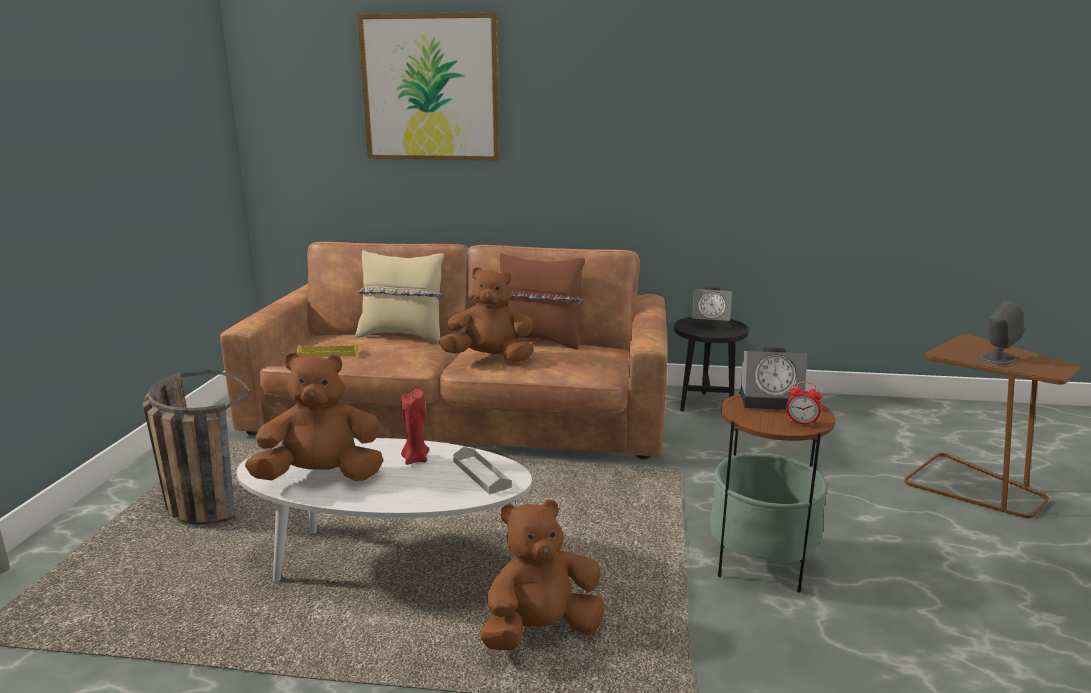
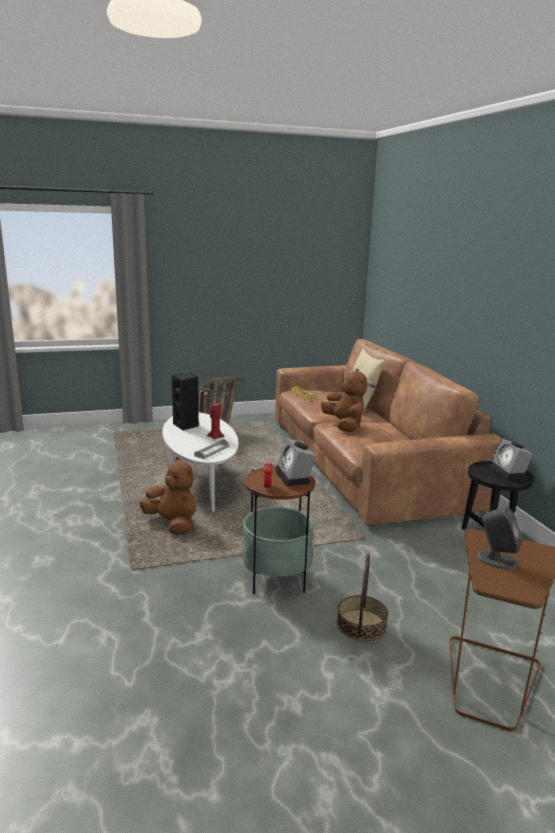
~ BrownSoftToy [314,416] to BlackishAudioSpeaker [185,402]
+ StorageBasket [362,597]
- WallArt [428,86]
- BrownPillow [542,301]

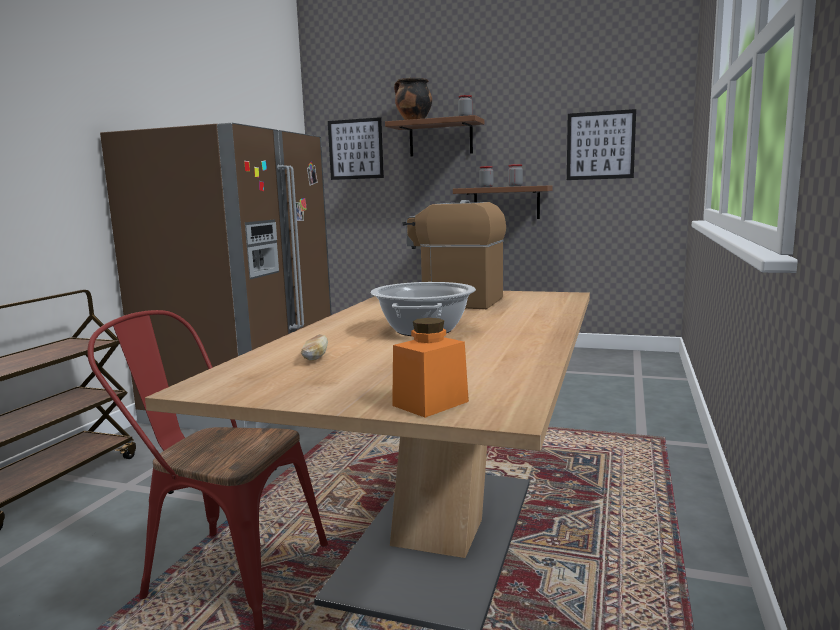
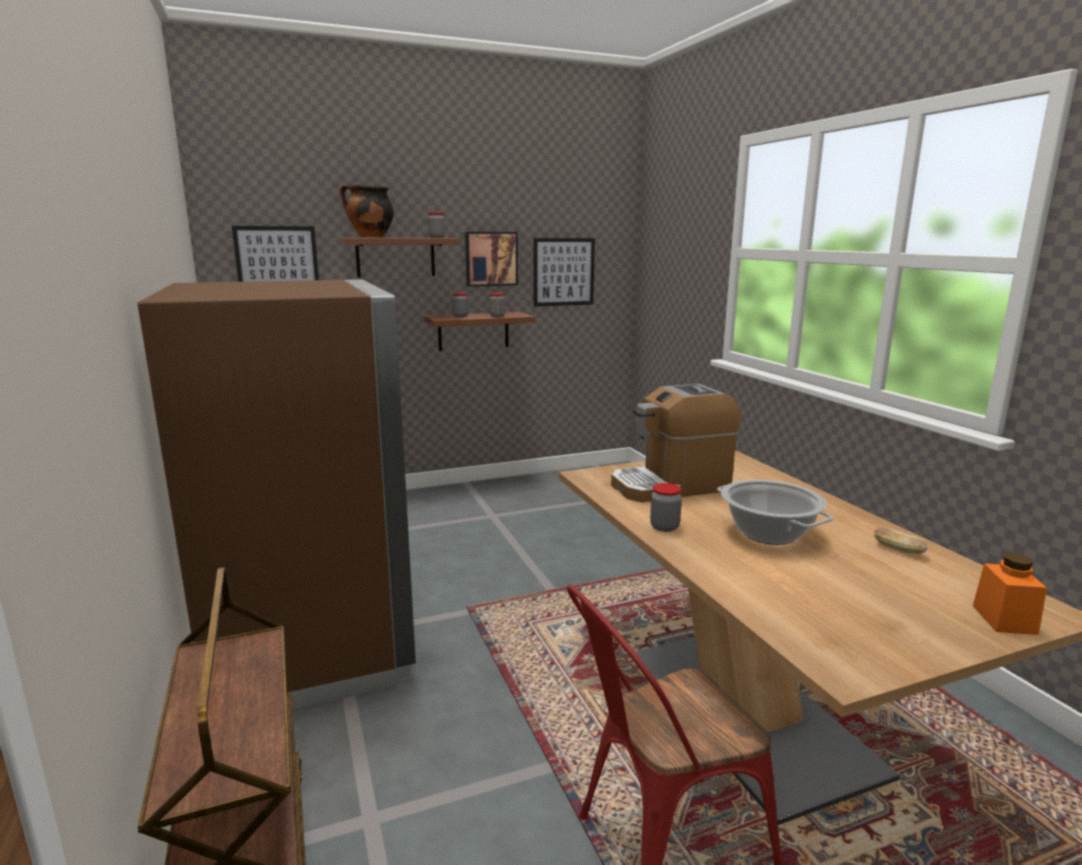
+ WallArt [491,259]
+ Jar [666,507]
~ Bread [314,347] to [901,541]

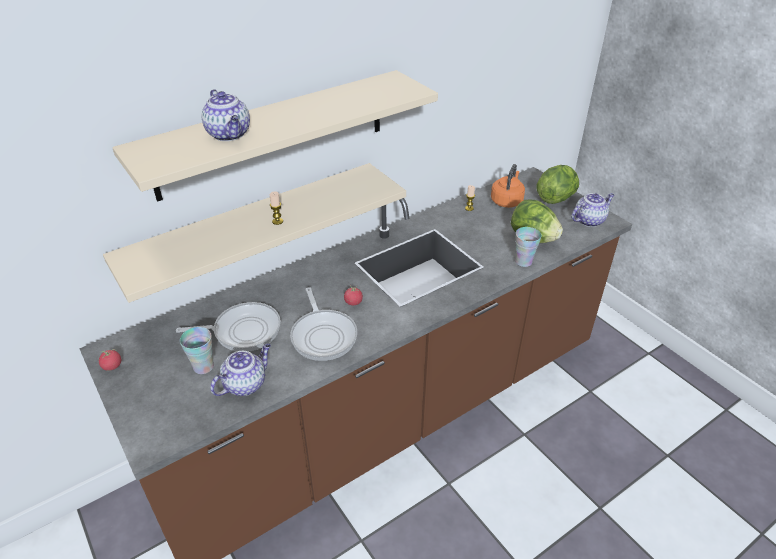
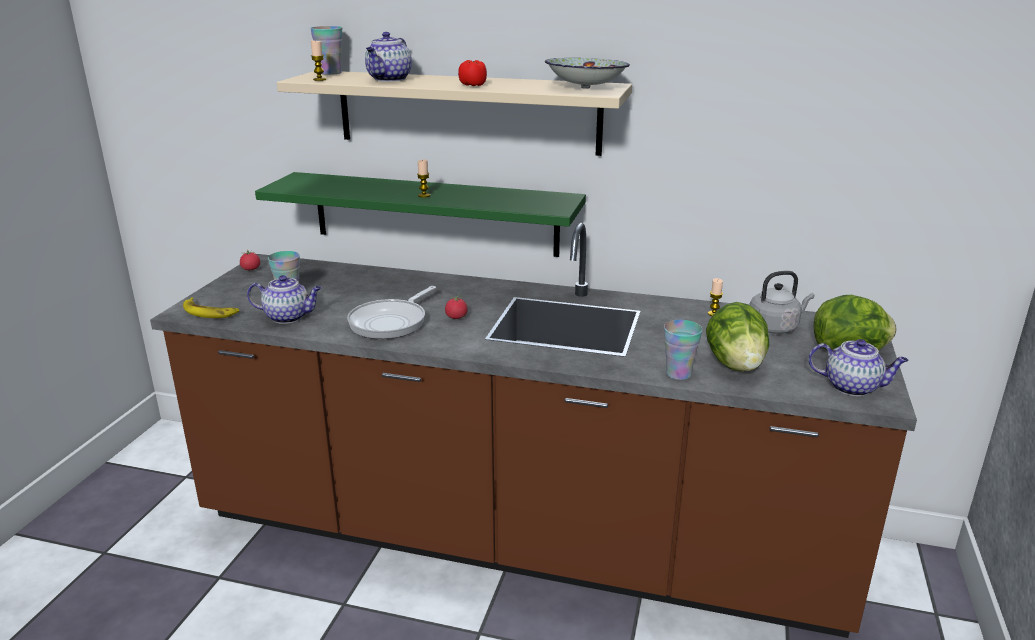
+ BananaFruit [211,308]
~ SandColouredWallShelf [254,233] to GreenColouredWallShelf [420,214]
+ SmallCup [326,50]
+ WaxCandle [318,61]
+ FreshTomato [472,73]
+ ServingBowl [587,73]
~ OrangeTeaKettle [508,186] to GrayTeaKettle [782,302]
- Skillet [228,327]

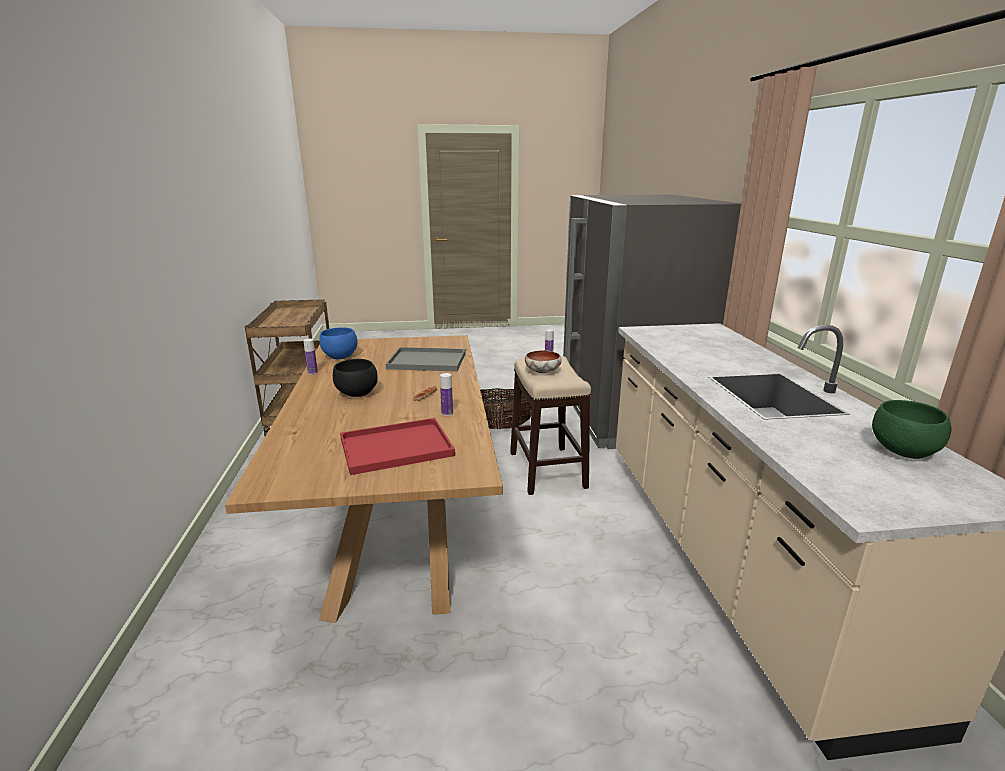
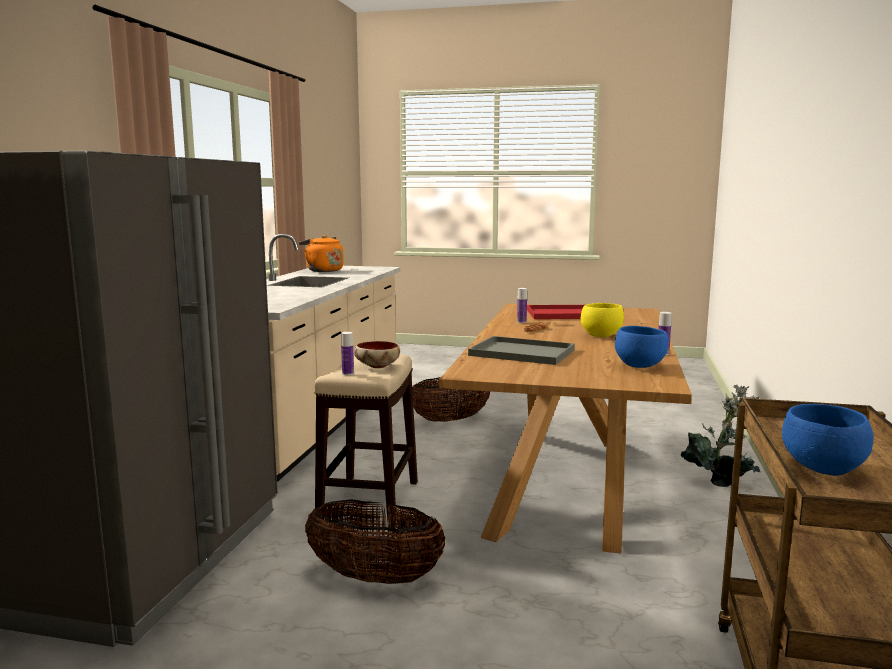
~ GreenColouredServingBowl [911,429] to OrangeTeaKettle [321,253]
+ StorageBasket [451,399]
~ BlackishServingBowl [355,378] to YellowColouredServingBowl [602,320]
+ Houseplant [720,436]
+ BluishServingBowl [828,440]

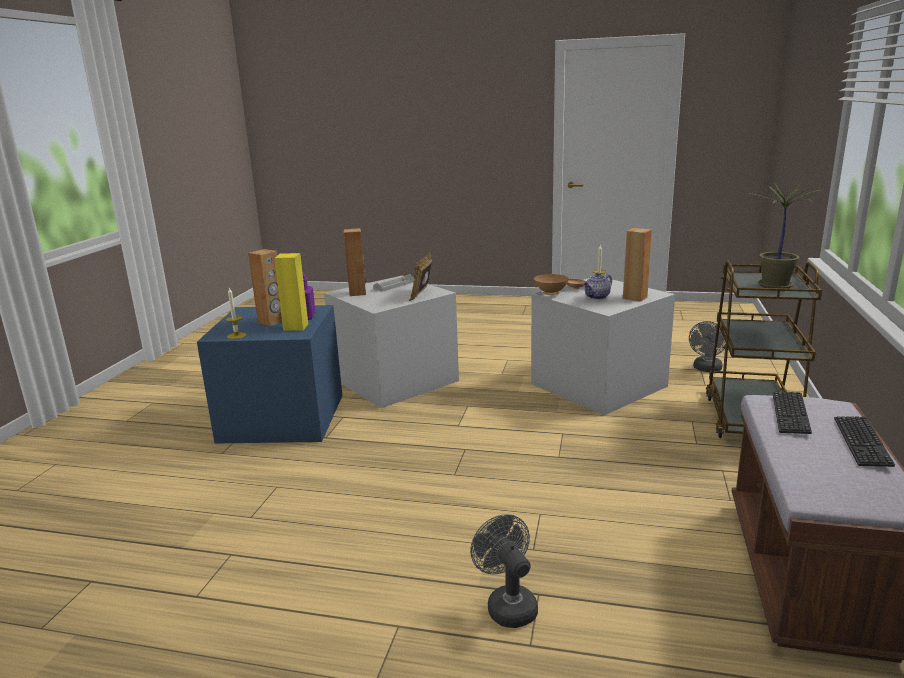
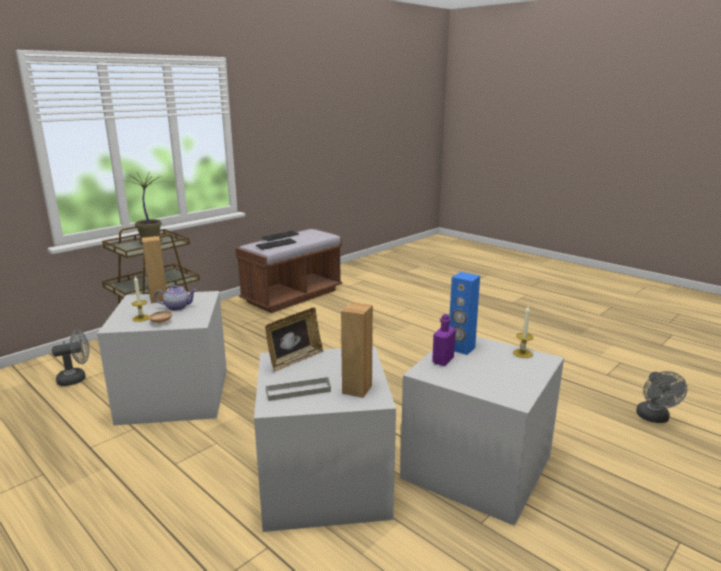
~ BluishStorageContainer [269,374] to GrayStorageContainer [482,431]
~ YellowColouredAudioSpeaker [291,292] to BluishAudioSpeaker [464,313]
~ GrayCoolingFan [504,571] to [662,397]
- BrownAudioSpeaker [265,287]
- BrownServingBowl [551,284]

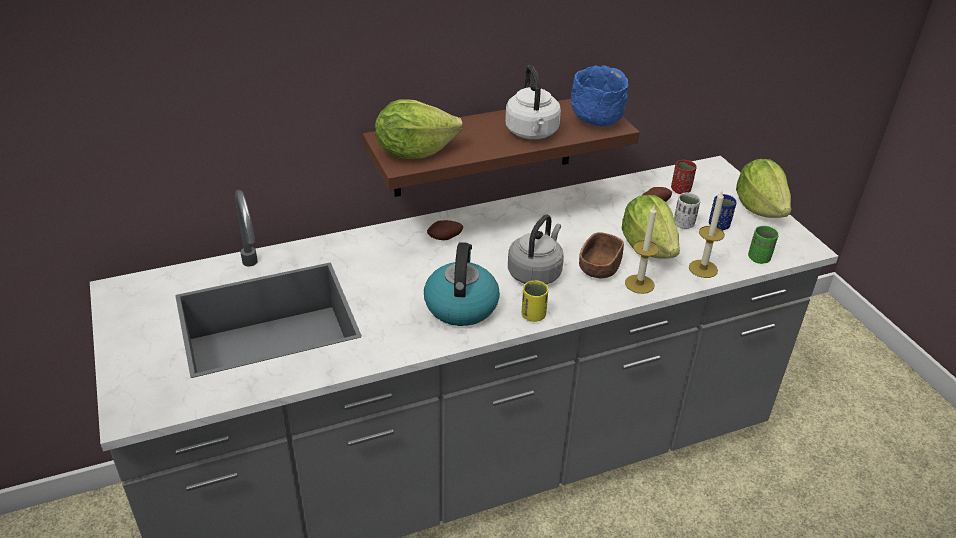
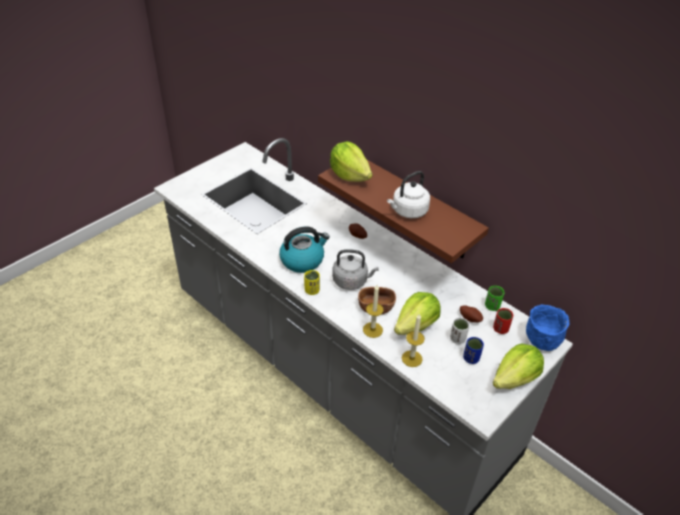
~ GreenColouredSmallCup [763,245] to [494,298]
~ BluishServingBowl [599,95] to [548,328]

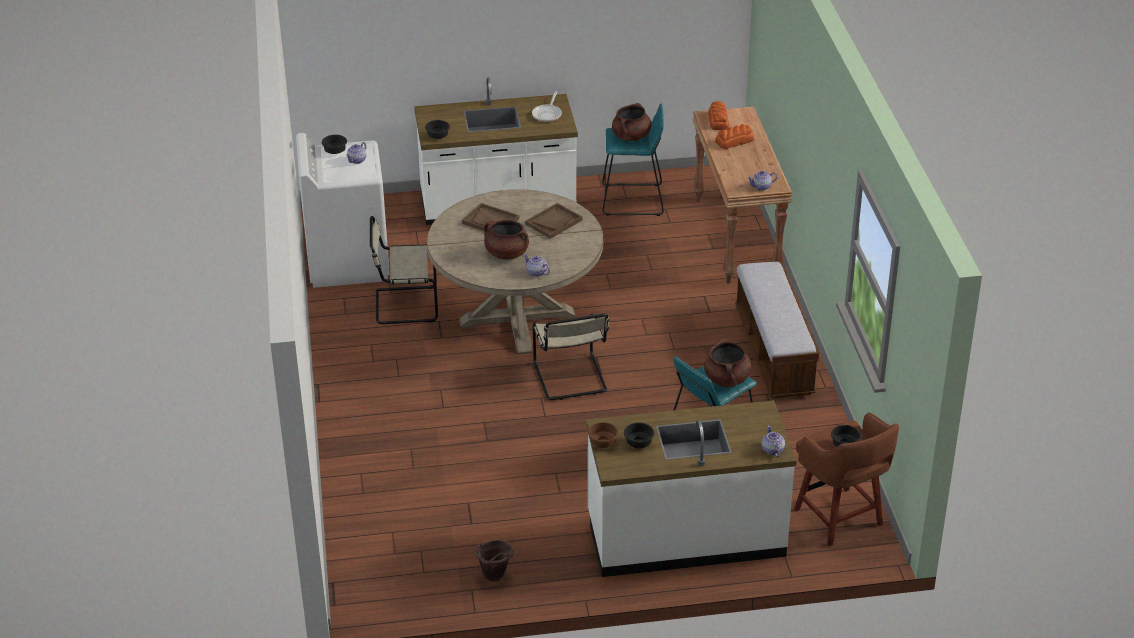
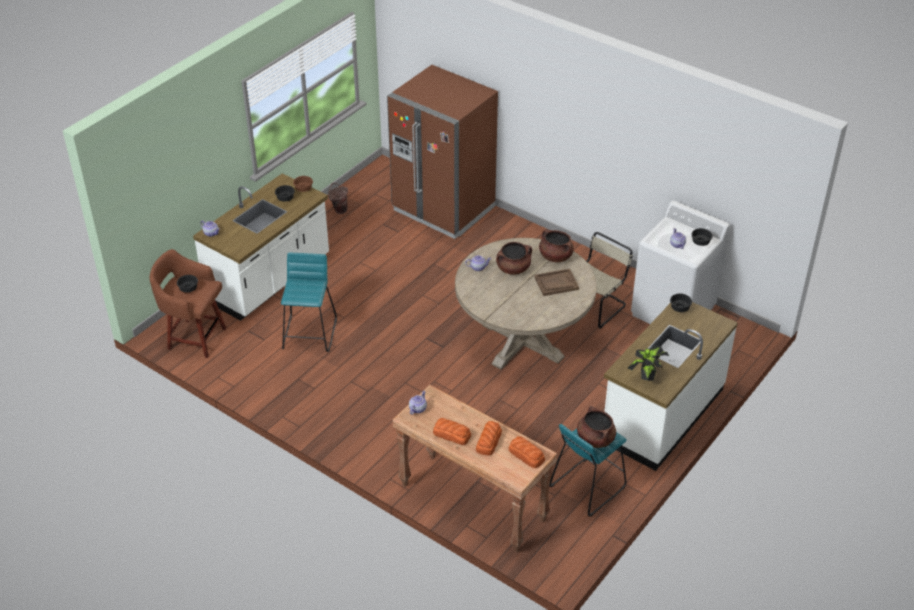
+ BrownRefrigerator [442,152]
+ Bread [452,431]
~ BrownCookingPot [727,363] to [556,246]
~ Skillet [547,106] to Houseplant [648,363]
- BrownCarryingTray [554,221]
- SandColouredUprightChair [571,357]
- LongSeat [777,330]

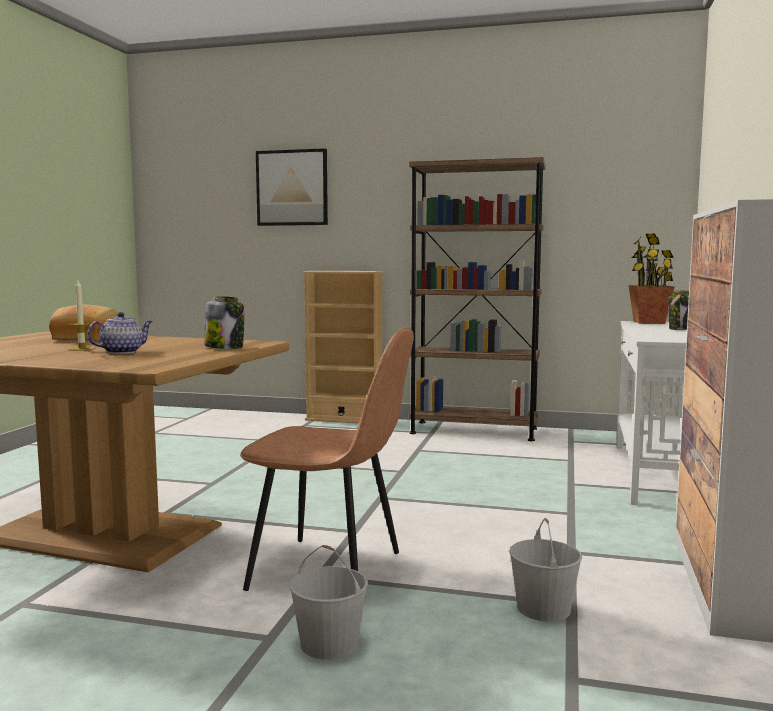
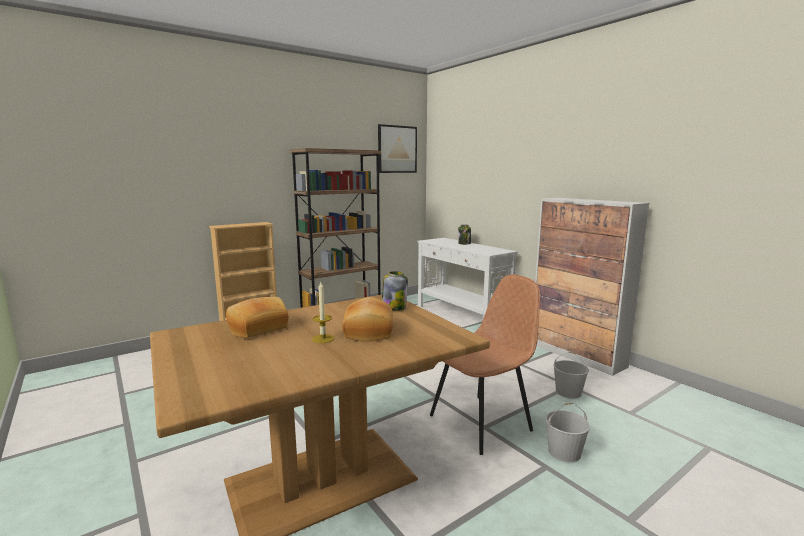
~ PotForTea [120,333] to Bread [367,319]
~ WallArt [292,187] to [397,148]
- Houseplant [651,278]

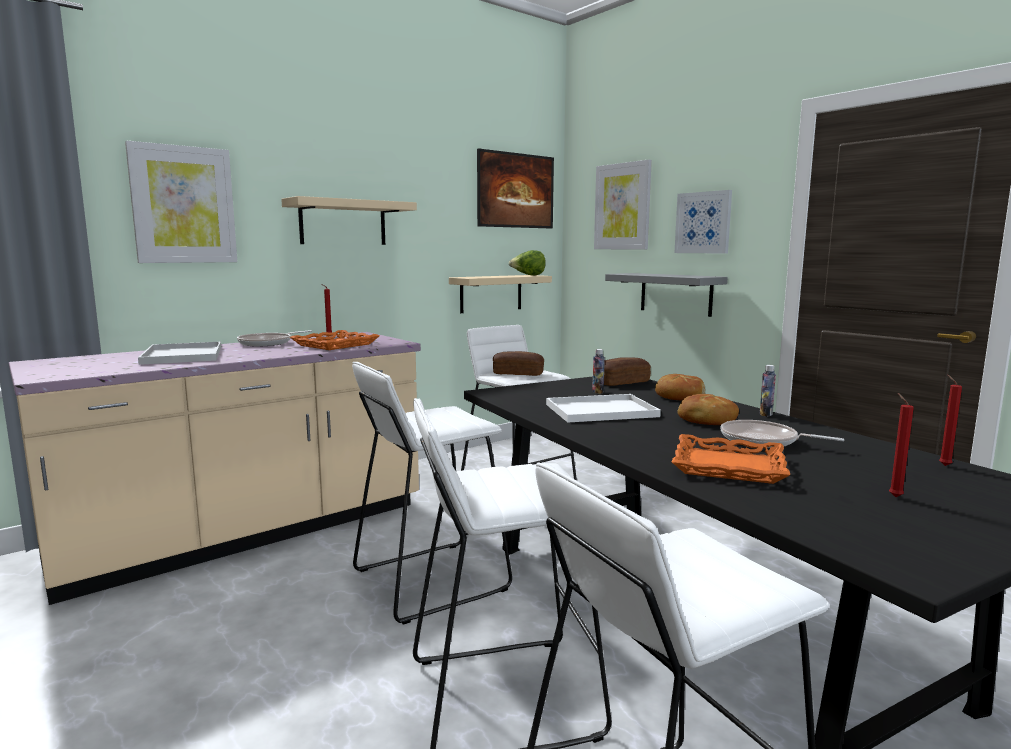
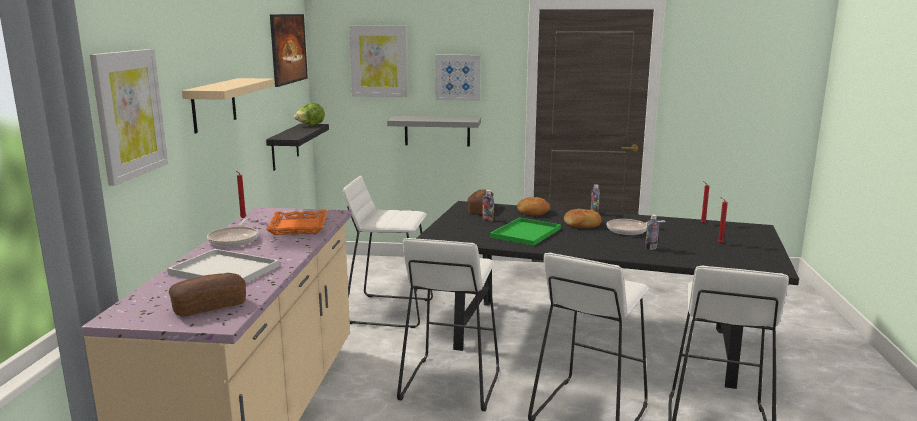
~ Bread [518,363] to [207,295]
~ SandColouredWallShelf [500,294] to BlackishWallShelf [297,147]
~ WhitishCarryingTray [603,408] to GreenColouredCarryingTray [525,231]
~ OrangeCarryingTray [731,459] to DrinkBottle [652,232]

